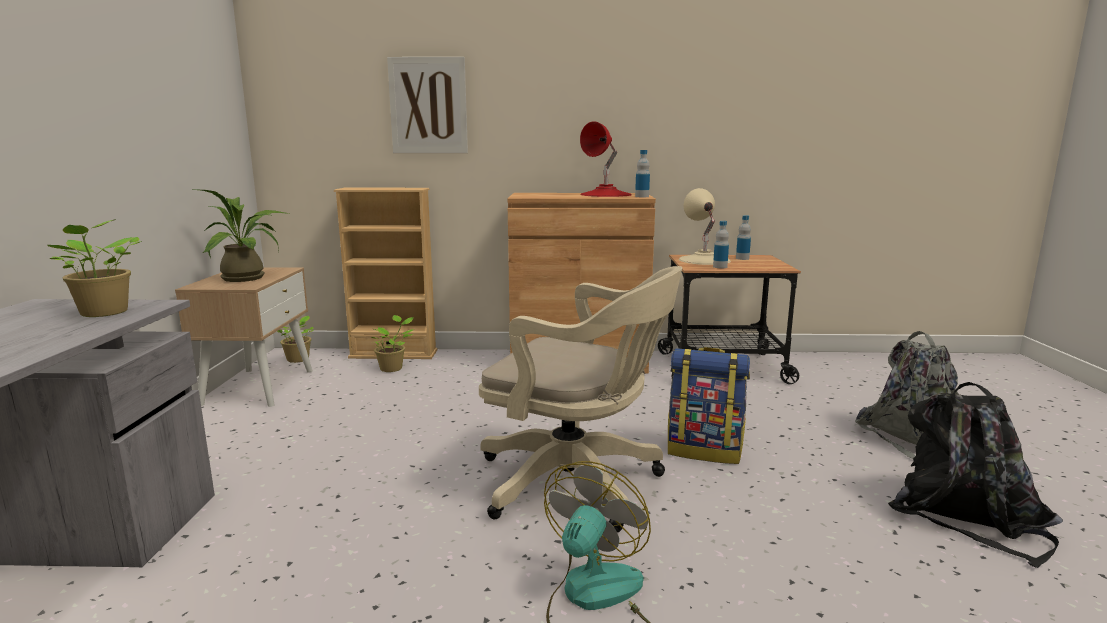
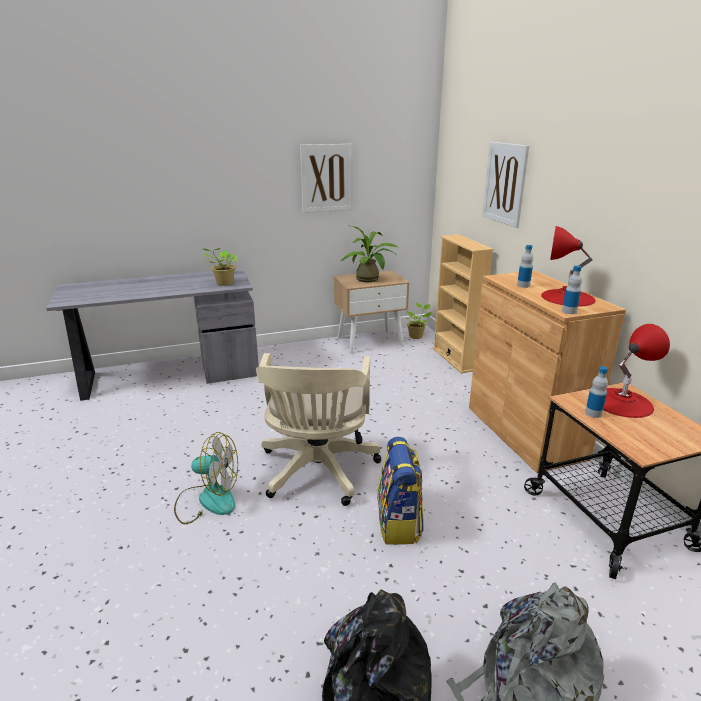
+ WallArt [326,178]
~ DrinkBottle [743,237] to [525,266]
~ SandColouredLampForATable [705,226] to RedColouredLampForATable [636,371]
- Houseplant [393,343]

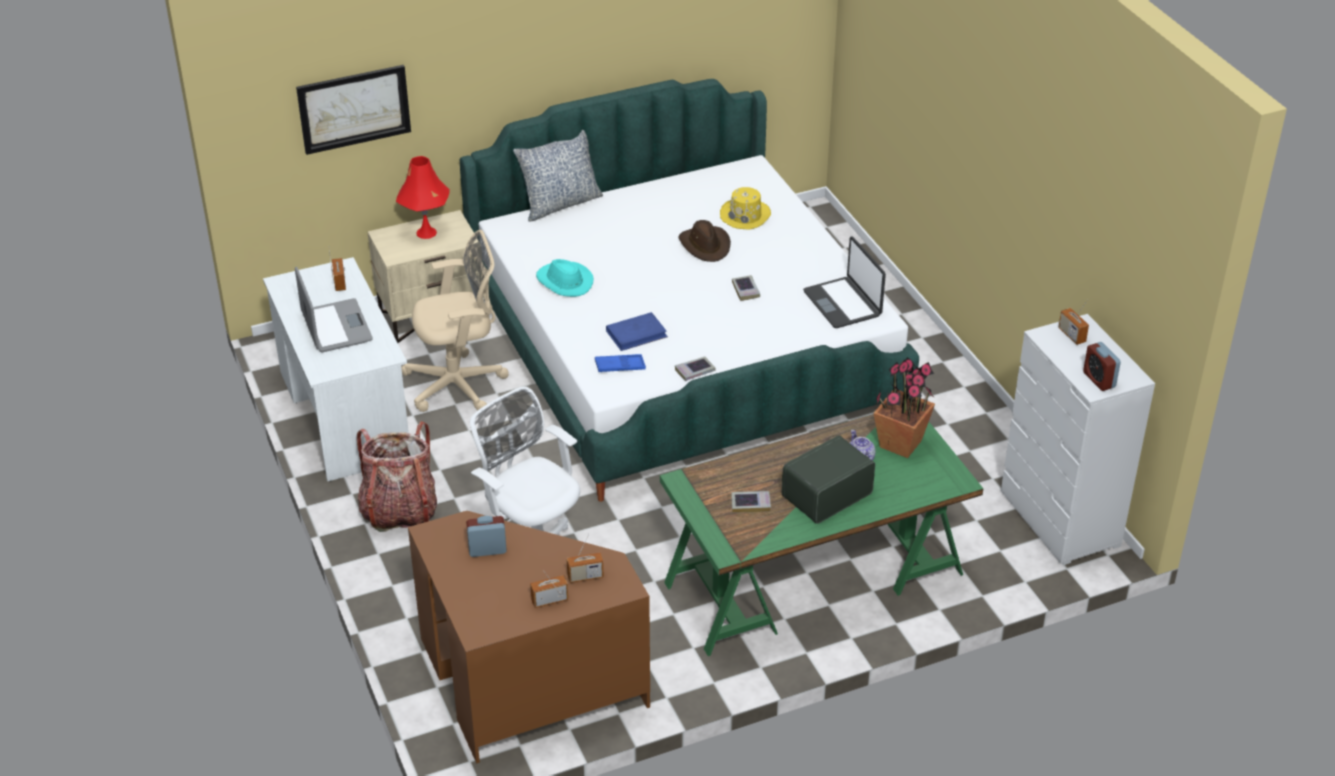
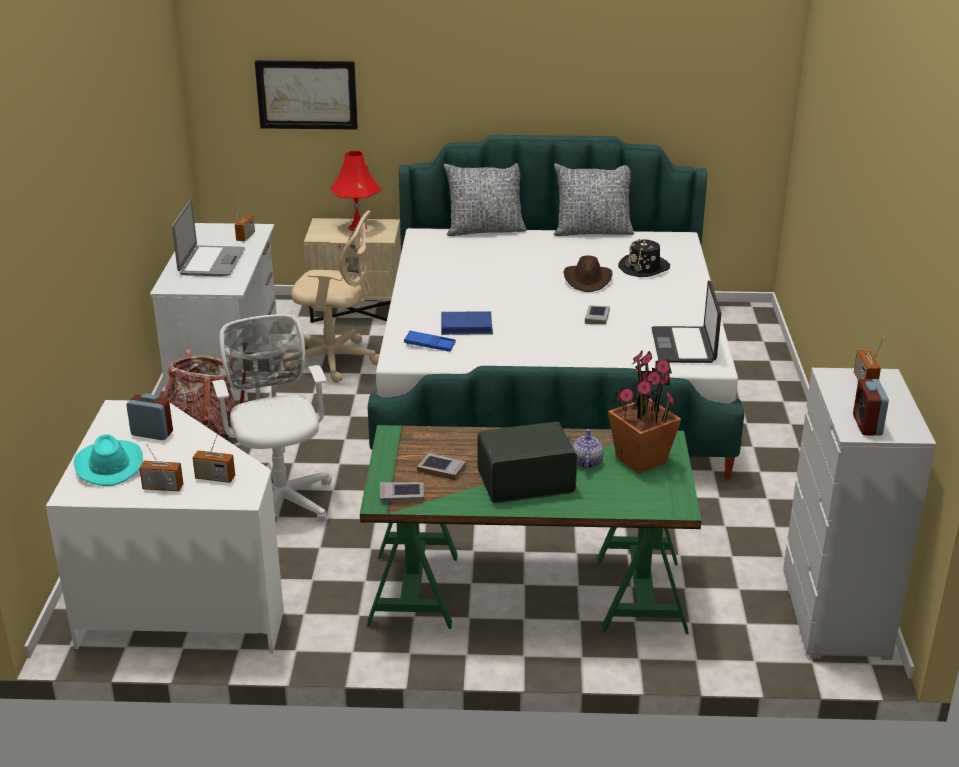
~ BrownDesk [529,637] to WhitishDesk [165,527]
~ TurquoiseWearableHat [565,278] to [108,460]
~ Volume [695,369] to [402,492]
+ Pillow [594,199]
~ YellowColouredWearableHat [745,208] to BlackishWearableHat [644,258]

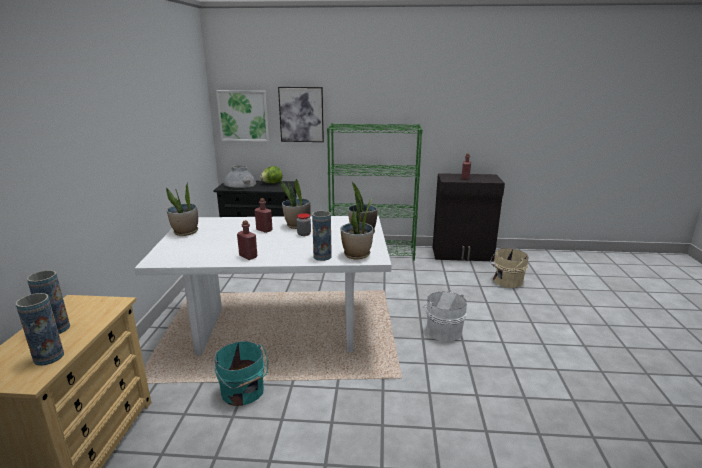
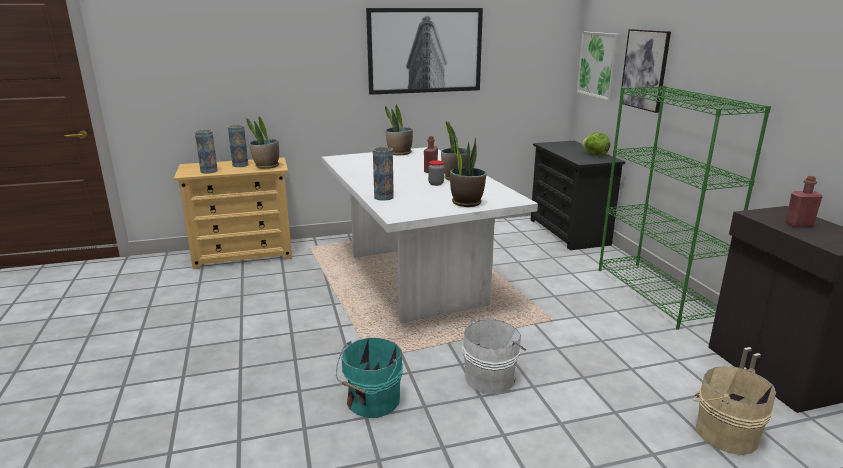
~ Houseplant [357,228] to [262,142]
~ TurquoiseWaterBucket [241,373] to [369,377]
+ WallArt [424,51]
- GrayDecorativeVase [239,176]
- RedColouredDrinkBottle [247,240]

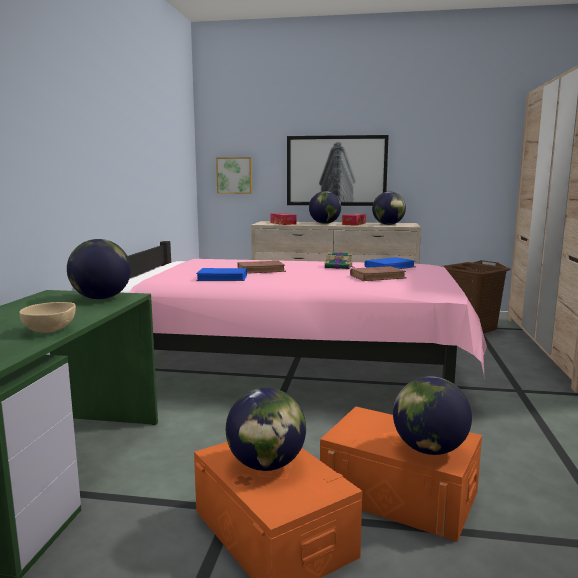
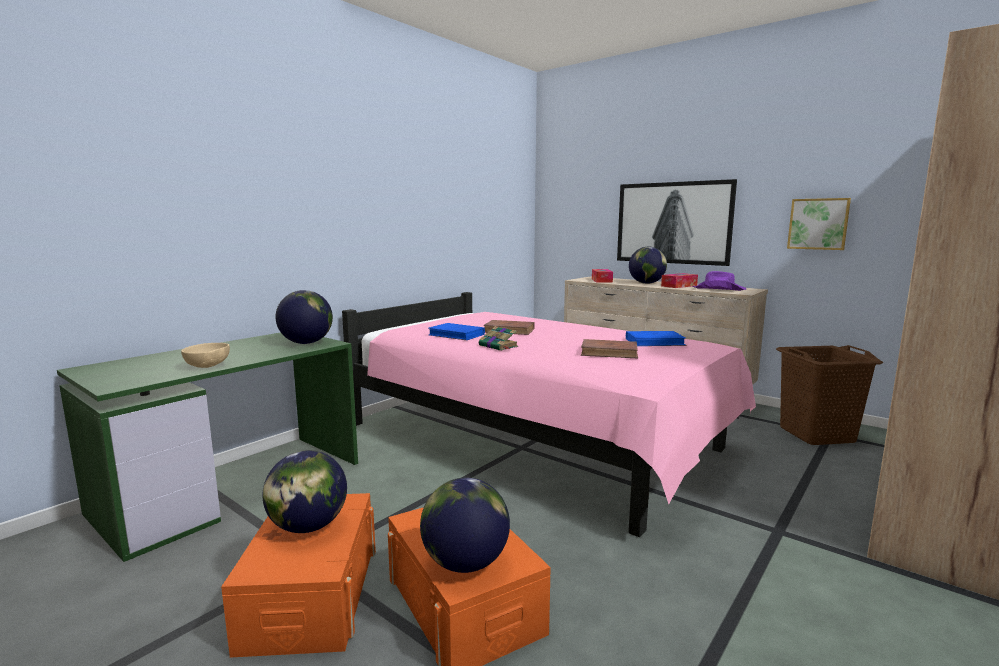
~ Volume [340,260] to [498,338]
~ Globe [389,208] to PurpleColouredWearableHat [719,281]
~ WallArt [234,175] to [819,224]

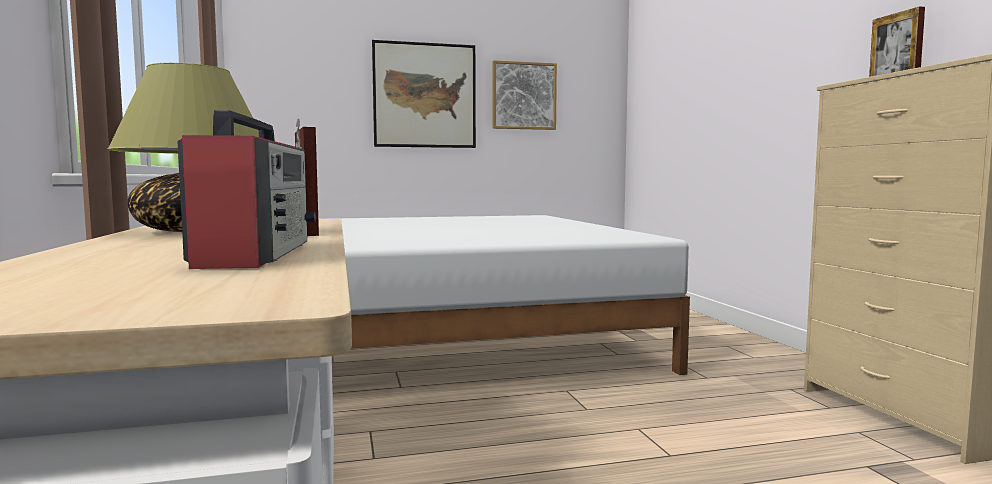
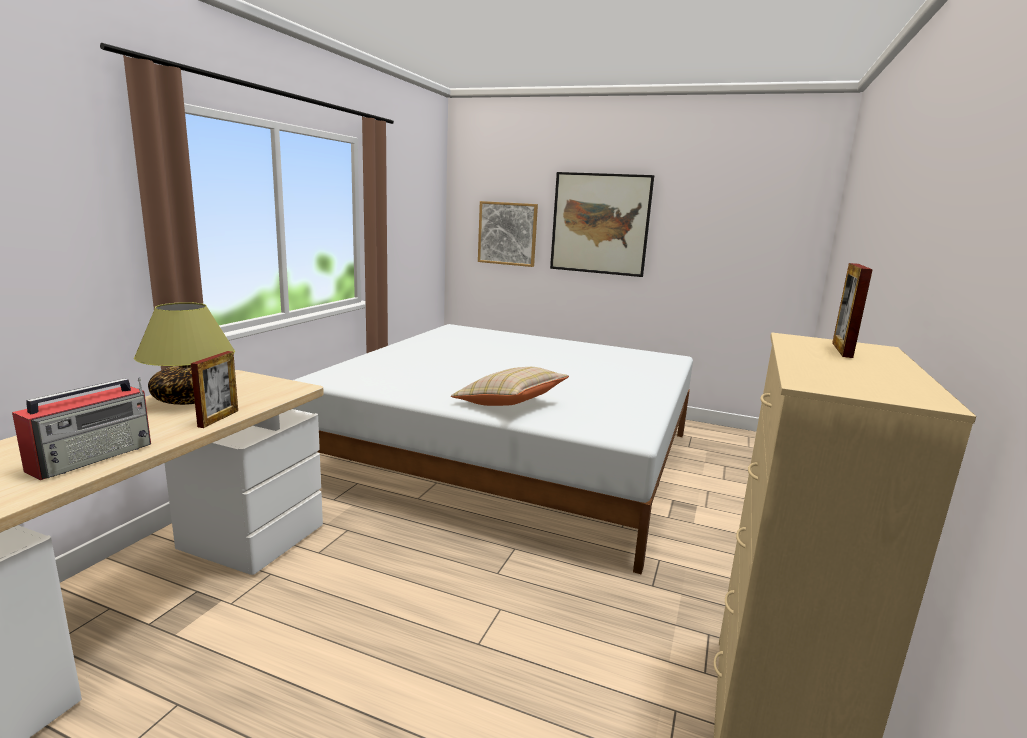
+ SandColouredPillow [510,386]
~ WallArt [524,95] to [508,234]

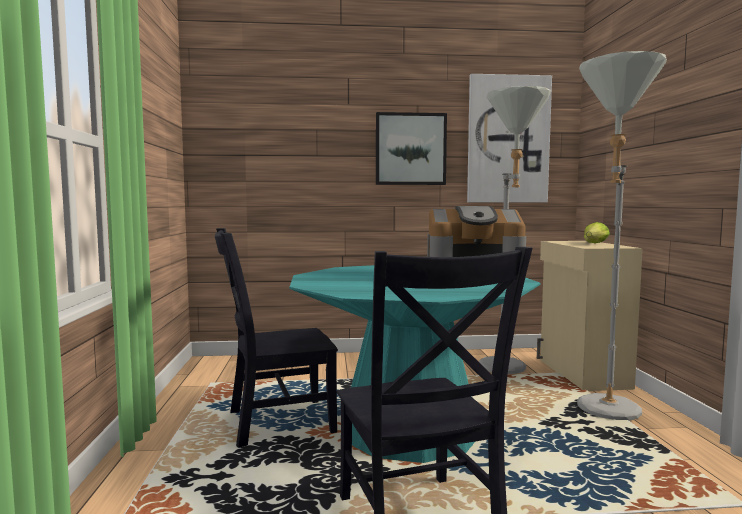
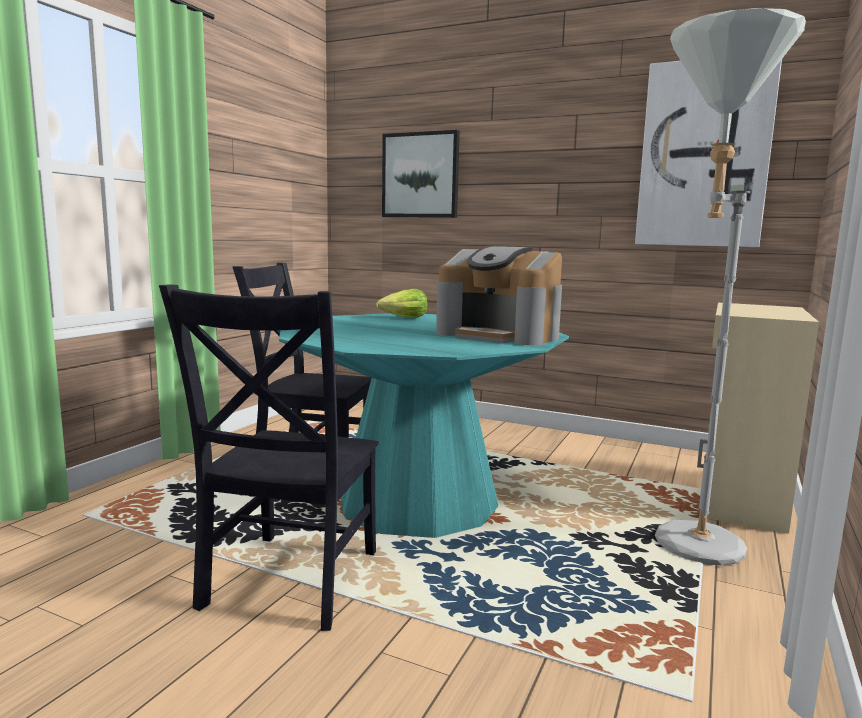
~ Lettuce [597,232] to [402,303]
~ WallArt [411,148] to [421,174]
- GrayStandardLamp [514,230]

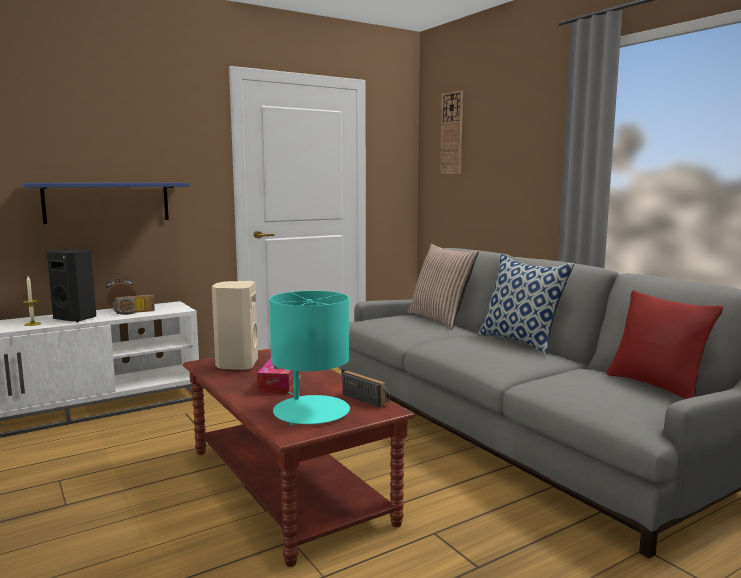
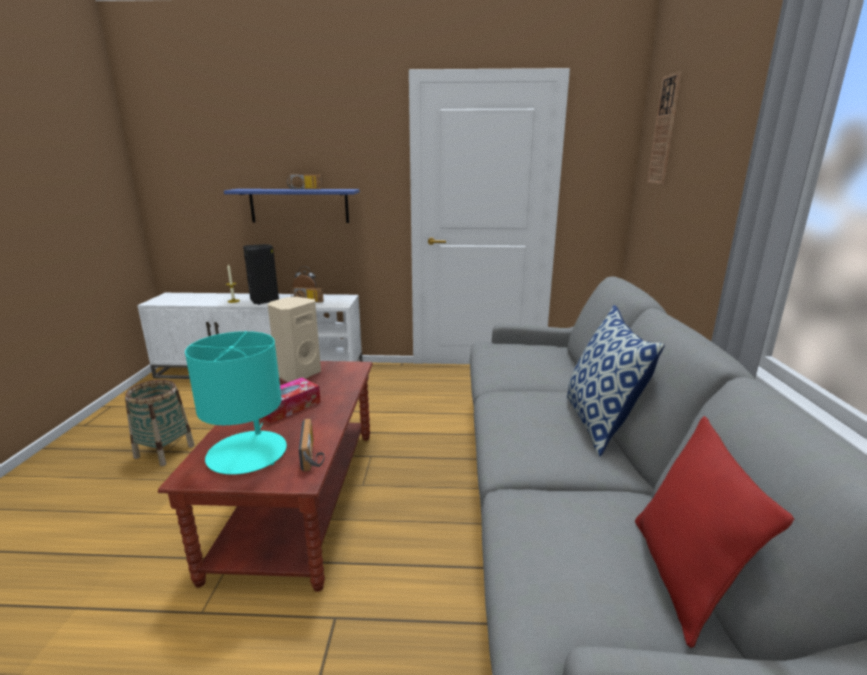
+ StorageBasket [160,423]
+ Radio [304,181]
- Pillow [443,286]

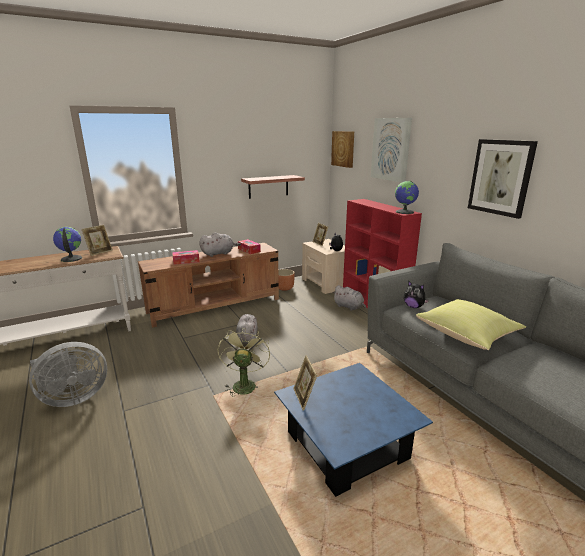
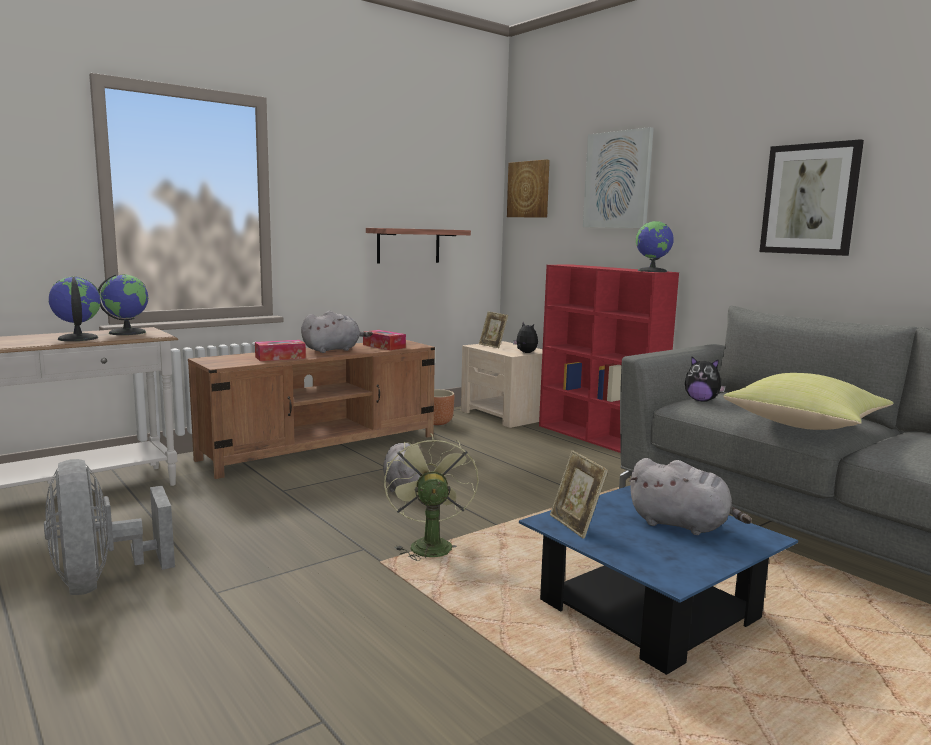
~ GrayCoolingFan [68,374] = [109,527] 105 degrees clockwise
~ StandingFrame [97,240] to Globe [123,304]
~ GraySoftToy [349,298] to [690,496]

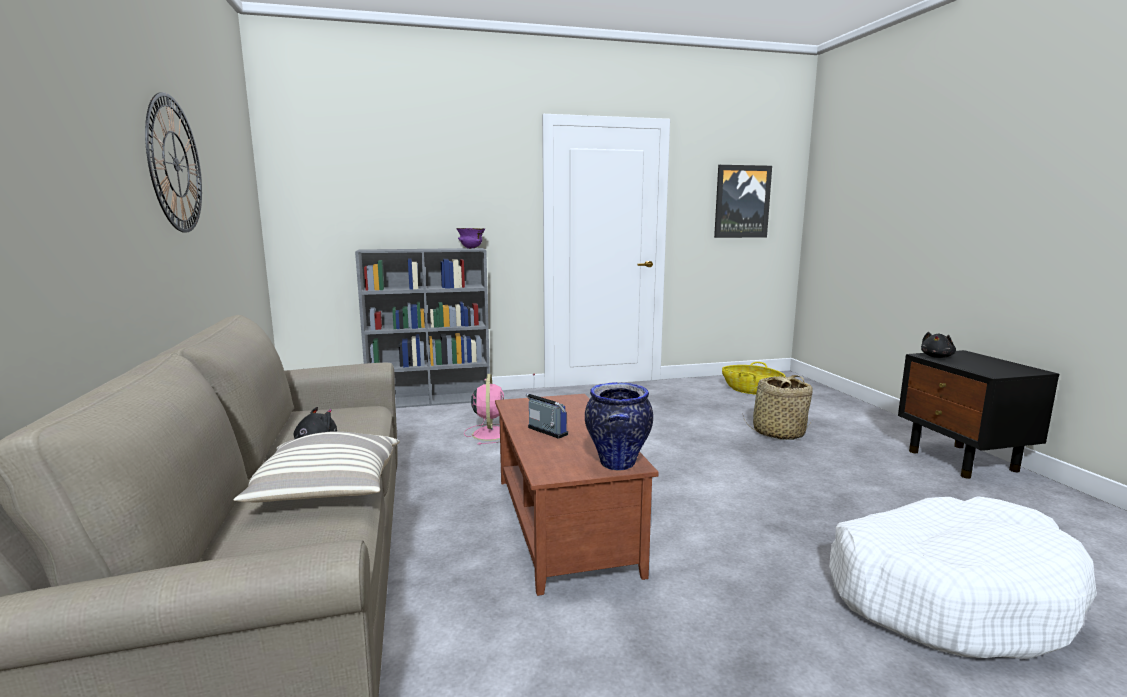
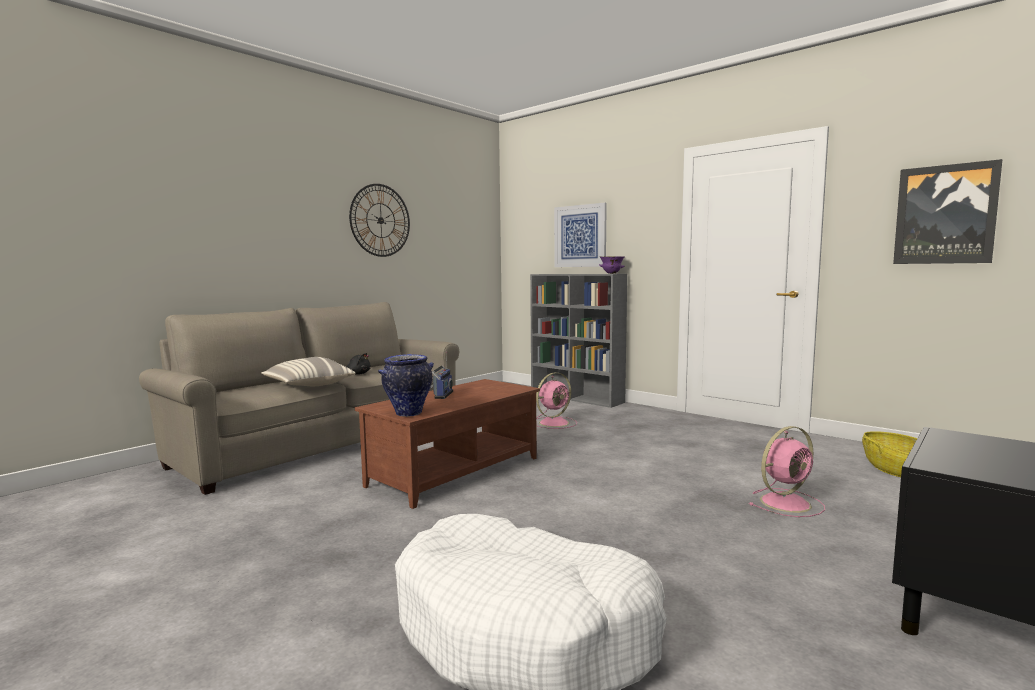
+ WallArt [580,235]
~ StorageBasket [777,407] to PinkColouredCoolingFan [787,471]
- BlackishSoftToy [938,345]

